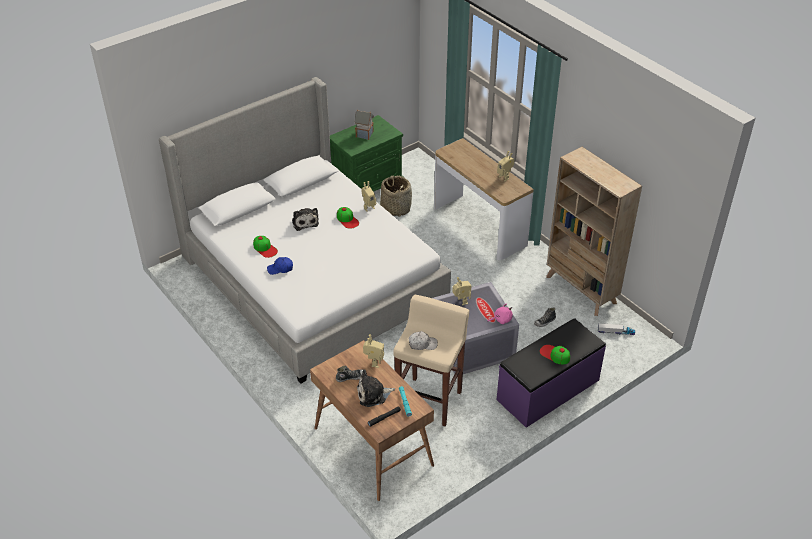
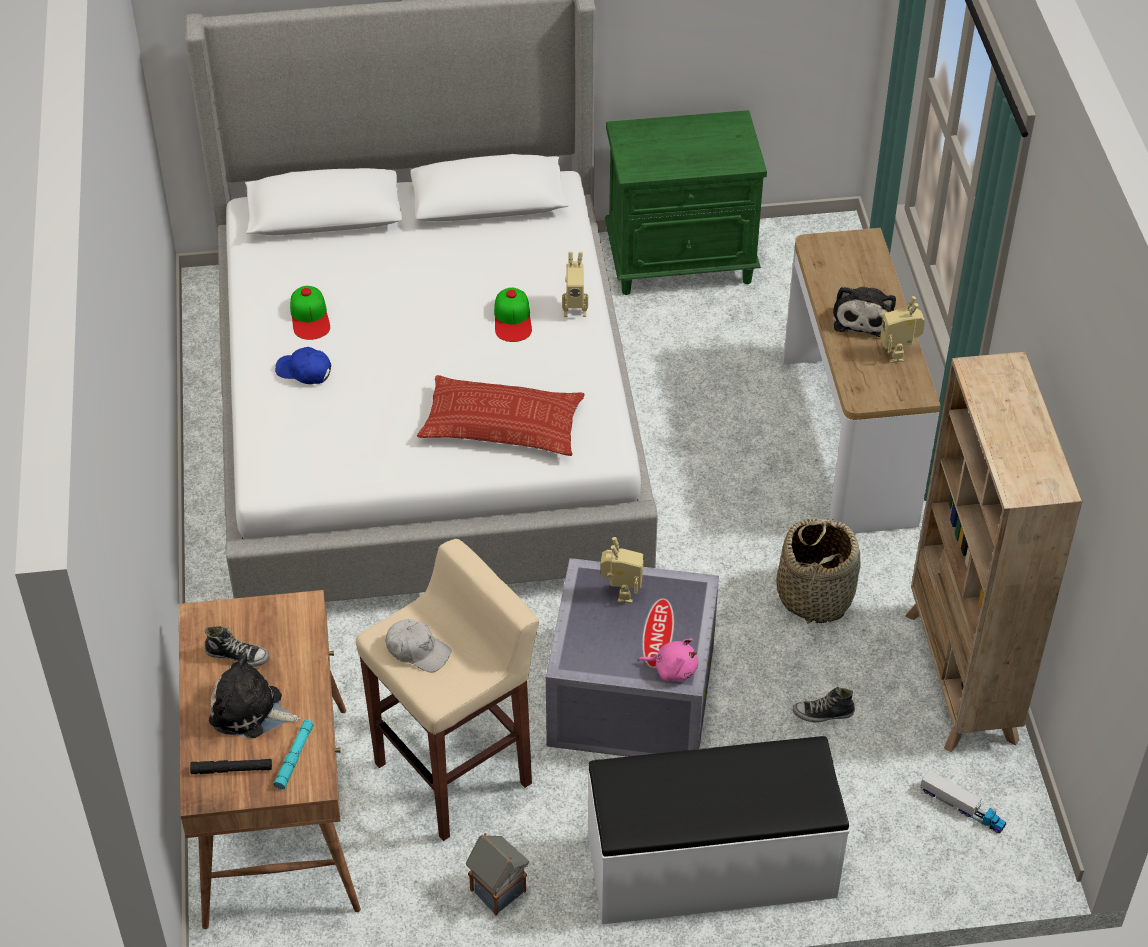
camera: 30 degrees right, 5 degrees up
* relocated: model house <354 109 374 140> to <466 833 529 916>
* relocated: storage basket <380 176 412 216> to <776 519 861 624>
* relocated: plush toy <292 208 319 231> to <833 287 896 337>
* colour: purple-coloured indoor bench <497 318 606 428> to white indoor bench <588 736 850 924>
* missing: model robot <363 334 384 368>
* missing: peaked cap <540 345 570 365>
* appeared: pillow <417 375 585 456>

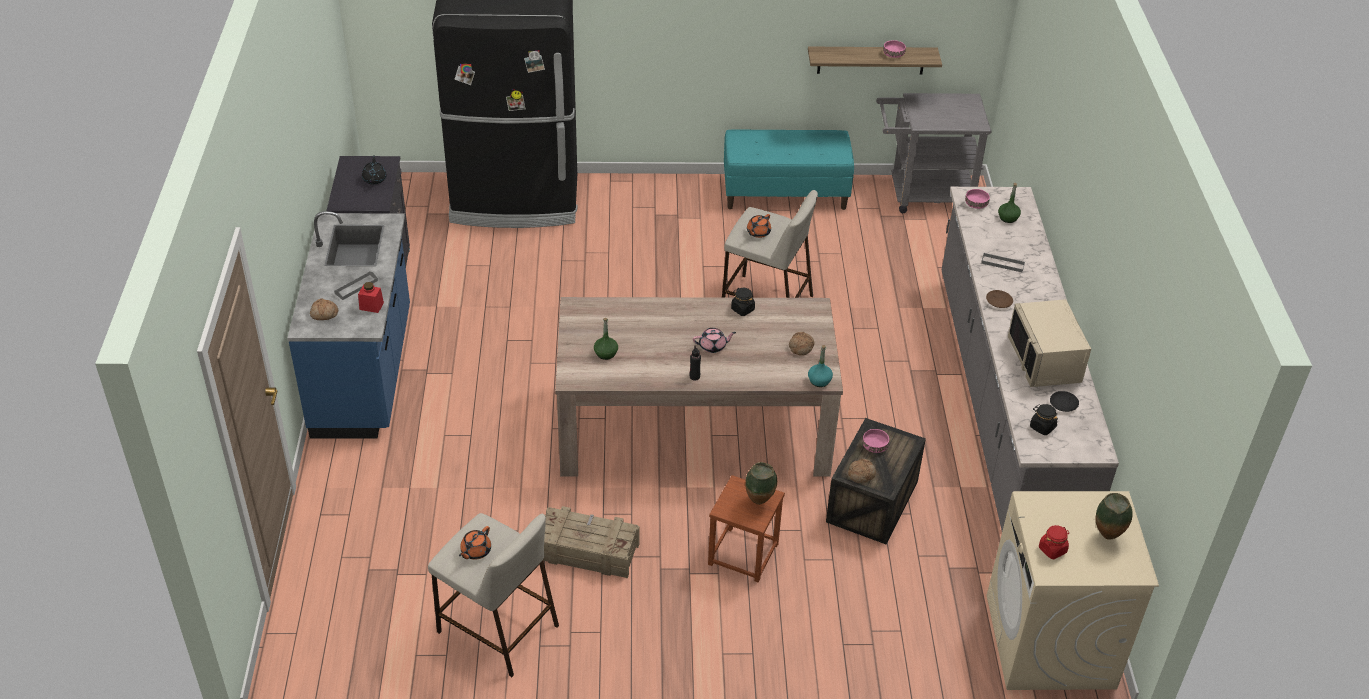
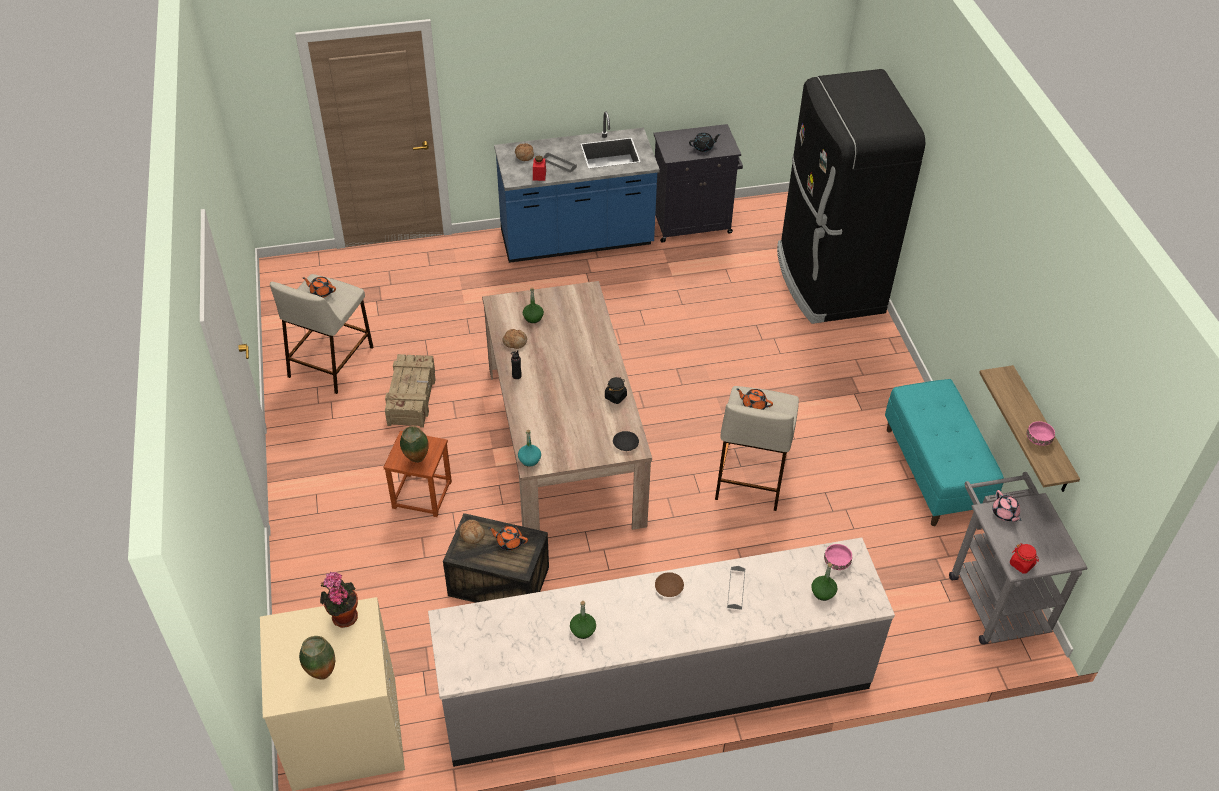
camera: 80 degrees right, 5 degrees up
* exchanged: beige-coloured microwave oven <1008 299 1091 387> to greenish bottle <570 601 596 639>
* relocated: pinkish pot for tea <693 328 736 353> to <992 490 1021 522>
* relocated: bakery bread <789 332 814 356> to <503 329 527 349>
* relocated: blackish dinner plate <1050 391 1079 412> to <613 431 639 451>
* missing: blackish jar <1030 404 1058 435>
* exchanged: pinkish serving bowl <862 429 889 453> to orangey pot for tea <488 525 528 550>
* relocated: reddish jar <1039 525 1069 559> to <1010 543 1039 574>
* appeared: potted plant <320 572 358 628>

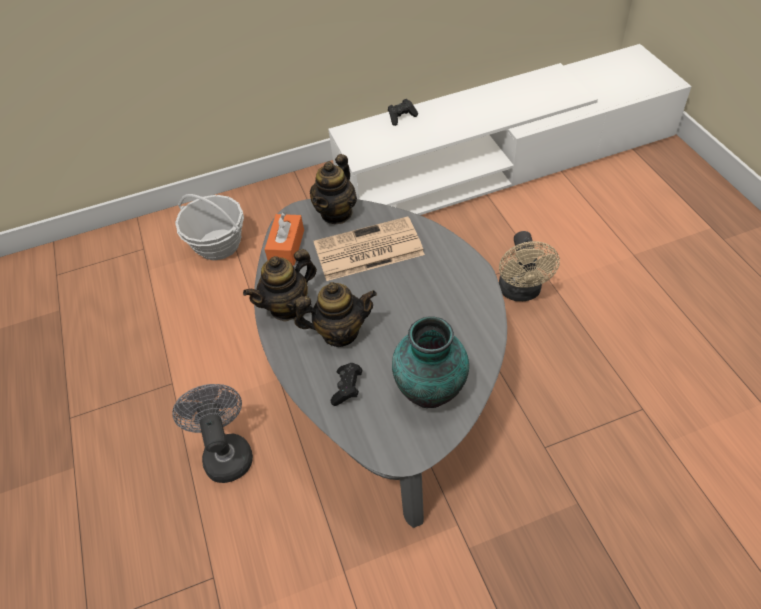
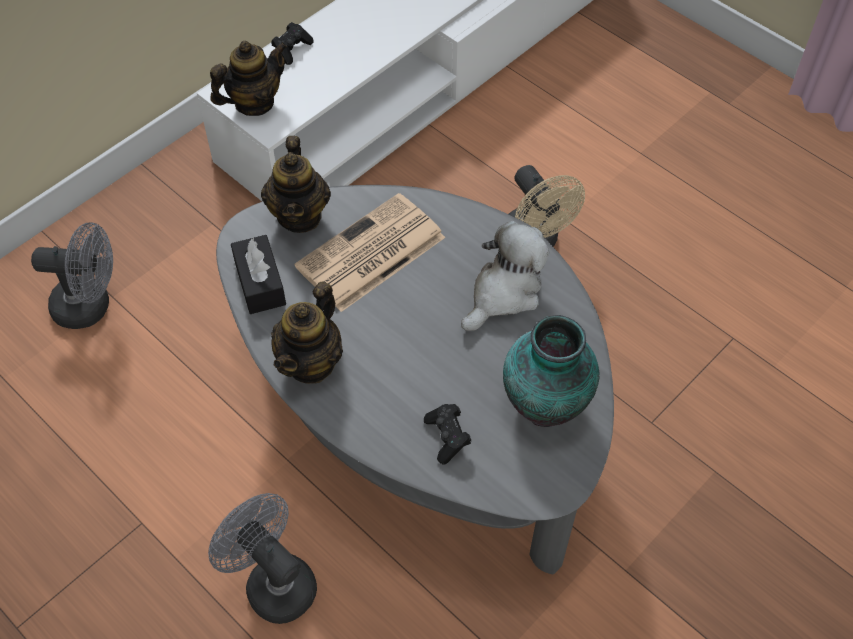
camera: 30 degrees left, 5 degrees up
* exchanged: storage basket <175 194 244 260> to grey cooling fan <31 222 113 329>
* colour: orangey box of tissues <264 212 304 265> to blackish box of tissues <231 235 286 314>
* relocated: pot for tea <294 282 377 347> to <210 41 287 116>
* appeared: plush toy <461 221 549 331>

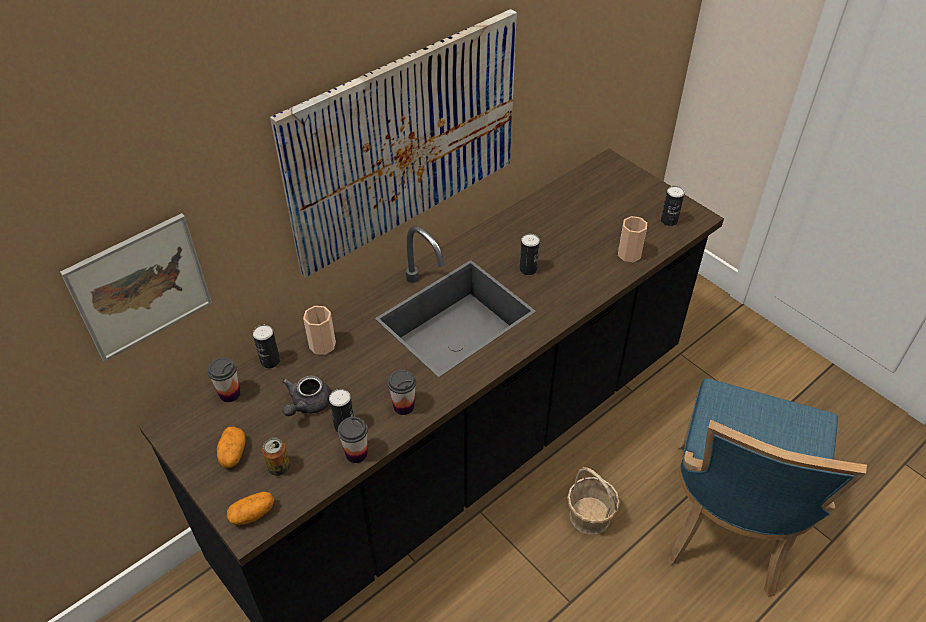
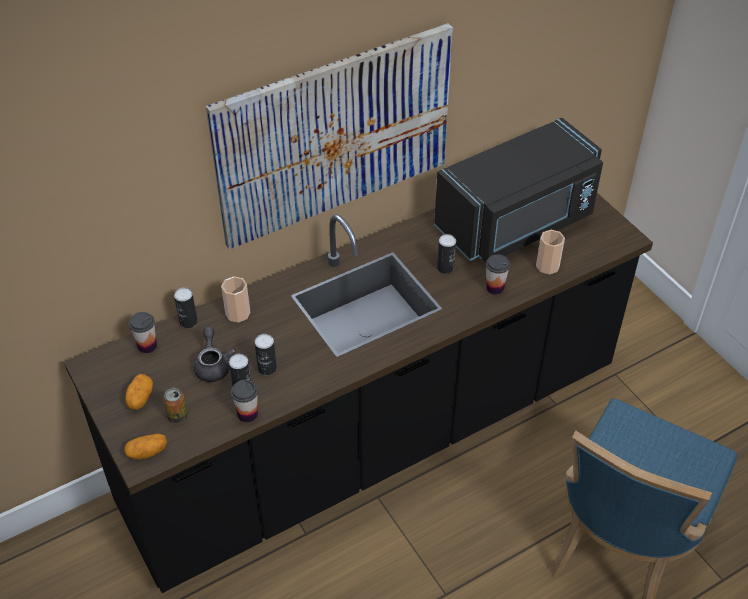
camera: 10 degrees right, 0 degrees up
* relocated: metal can <661 186 685 226> to <255 334 277 375>
* missing: picture <60 213 212 362>
* relocated: cup <387 370 416 415> to <486 254 510 295>
* spun: grey pot for tea <282 376 331 416> = <194 327 236 382> 135 degrees clockwise
* missing: storage basket <567 467 620 535>
* appeared: blackish microwave oven <434 118 603 262>

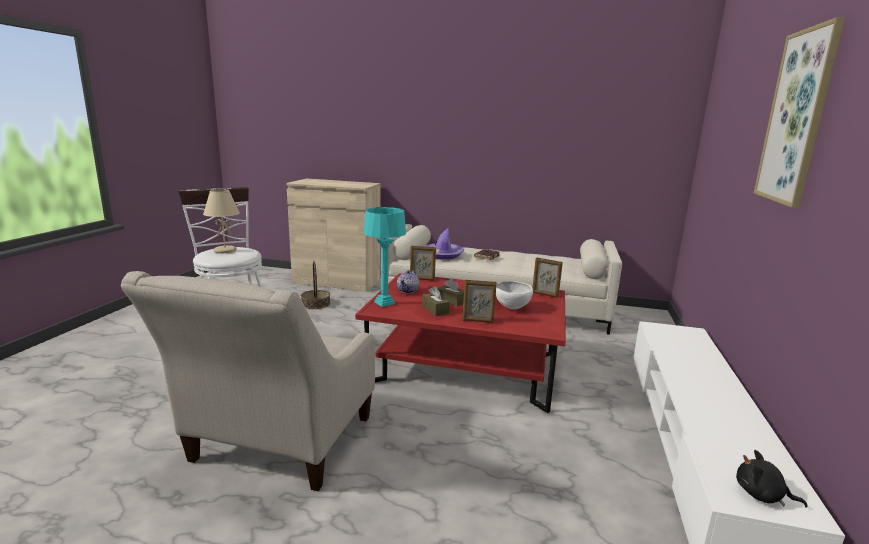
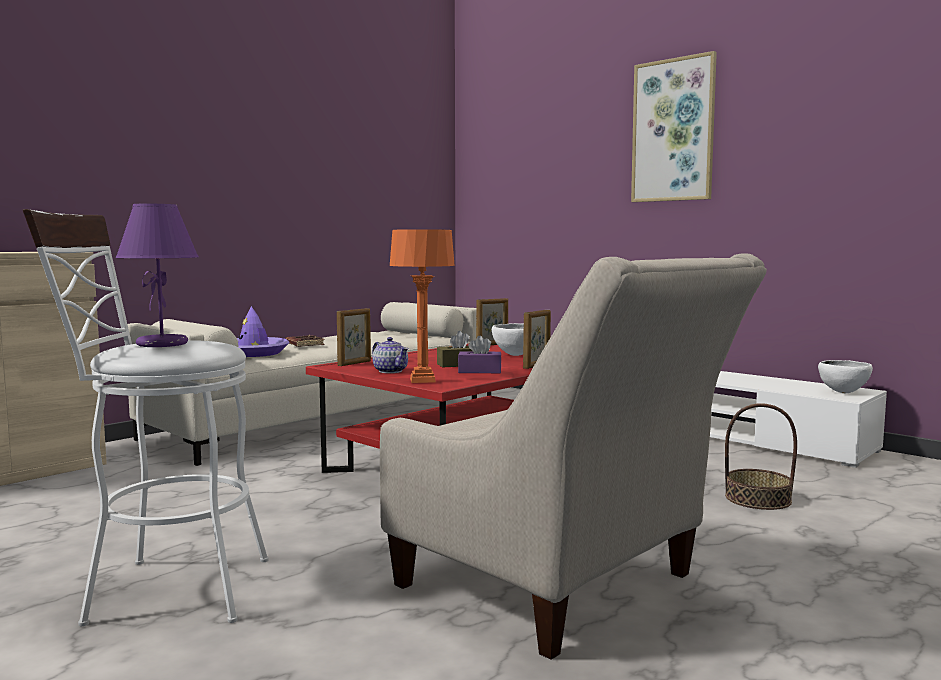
camera: 60 degrees left, 10 degrees down
* colour: beige-coloured lamp for a table <203 189 240 253> to purple-coloured lamp for a table <115 204 199 347>
* colour: turquoise-coloured lamp for a table <364 207 406 307> to orangey lamp for a table <390 229 455 383>
* relocated: storage basket <301 261 330 309> to <725 403 797 510>
* colour: brown box of tissues <422 286 450 316> to purple-coloured box of tissues <458 336 502 373>
* exchanged: blackish plush toy <736 450 808 508> to white serving bowl <818 360 873 393>

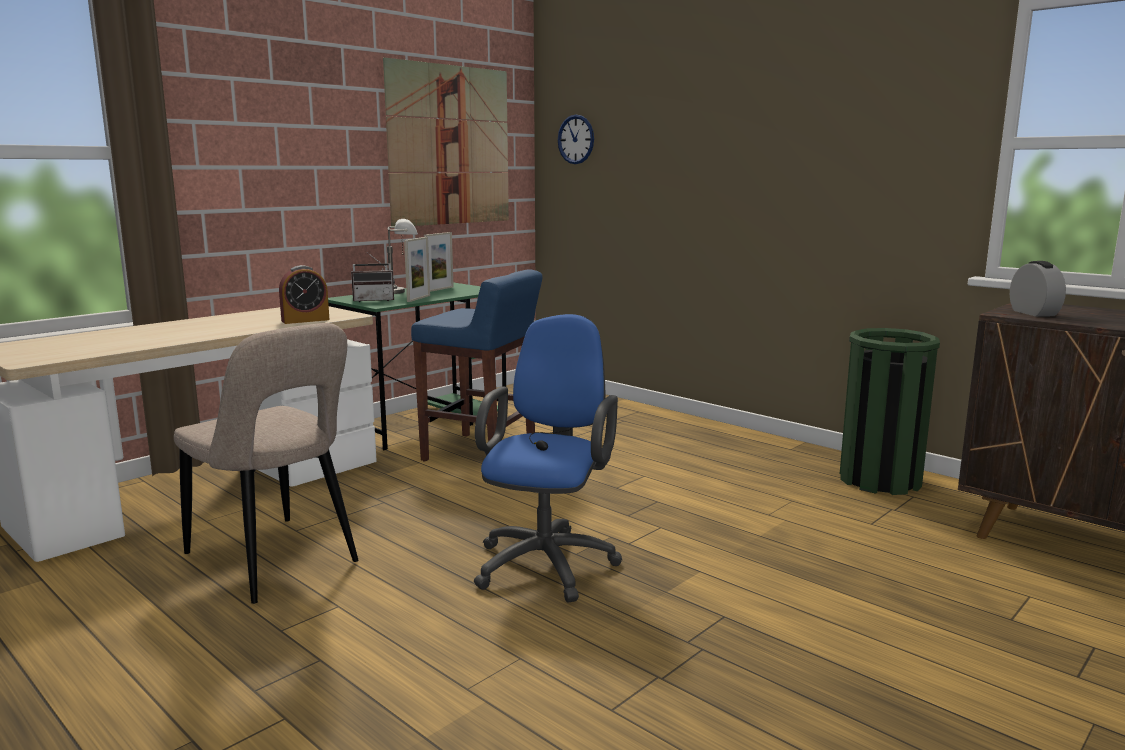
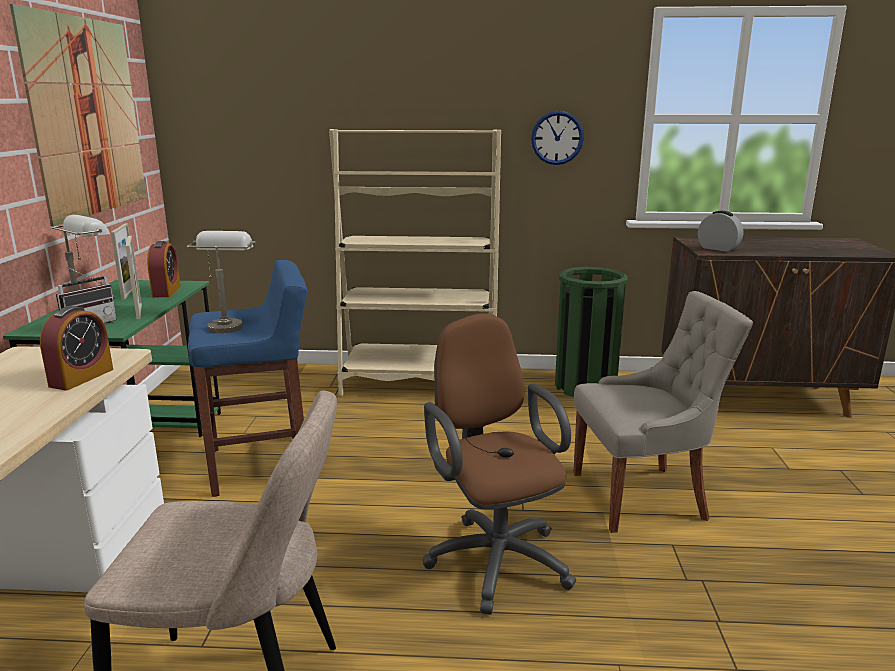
camera: 40 degrees left, 5 degrees up
* relocated: clock on the wall <558 115 594 164> to <531 111 584 165>
* colour: blue desk chair <474 314 622 603> to brown desk chair <423 313 576 615>
* appeared: beige-coloured bookcase <329 129 501 396>
* appeared: grey lamp for a table <187 231 256 333>
* appeared: alarm clock <147 241 181 298>
* appeared: grey plain chair <573 291 753 533>

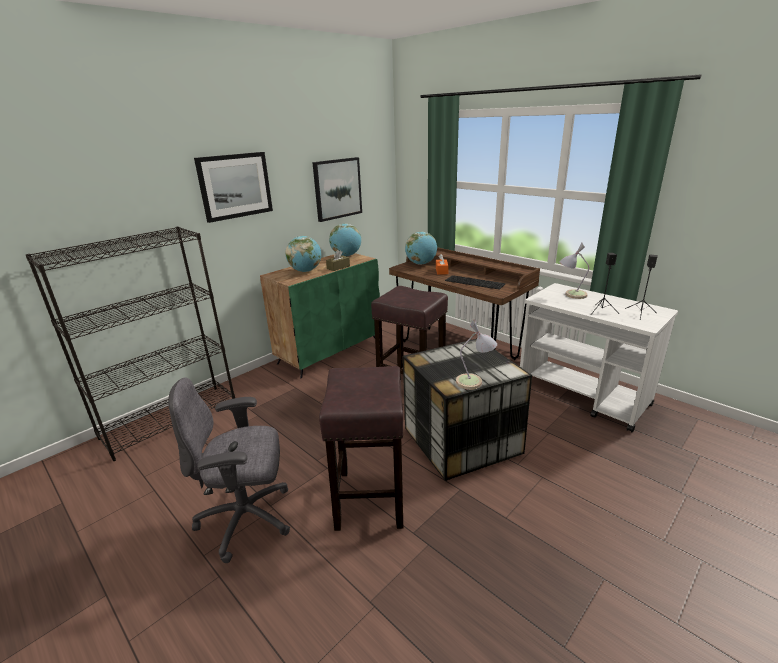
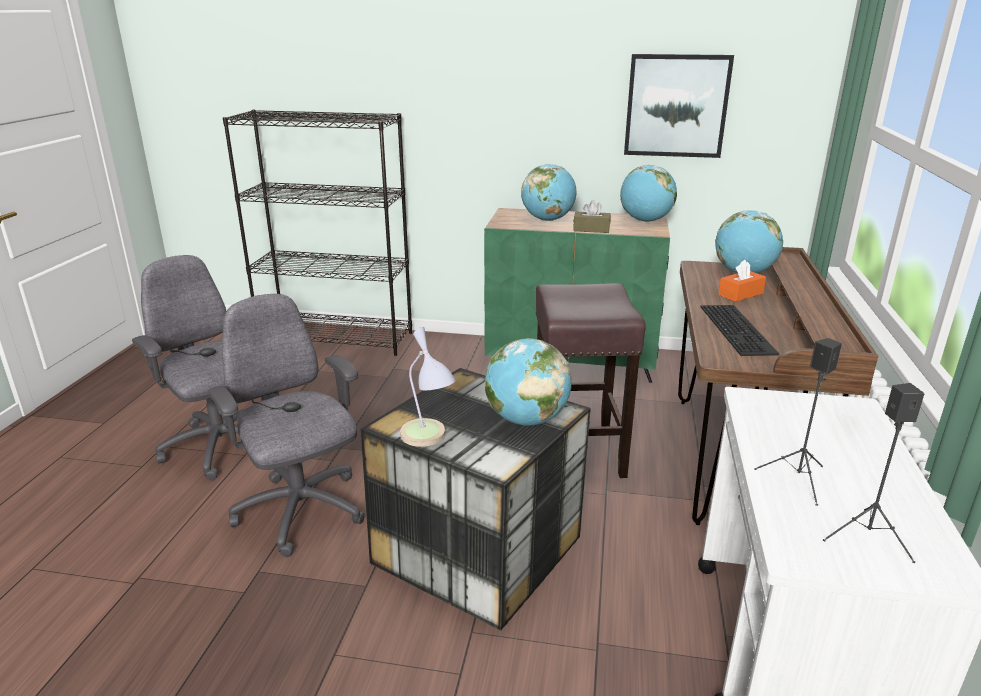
camera: 55 degrees right, 0 degrees up
* missing: picture <194 152 273 223>
* missing: lamp for a table <559 242 589 299>
* exchanged: brown sitting stool <319 366 403 531> to grey desk chair <208 294 365 557>
* appeared: world globe <485 338 572 426>

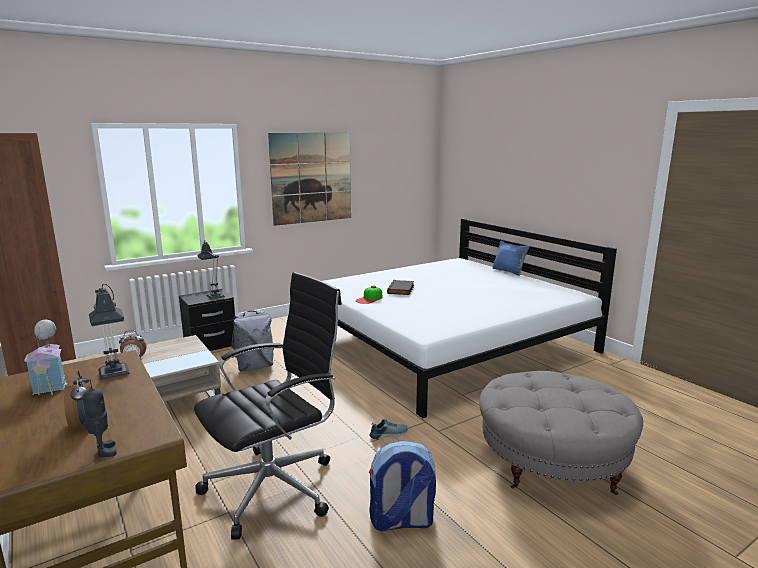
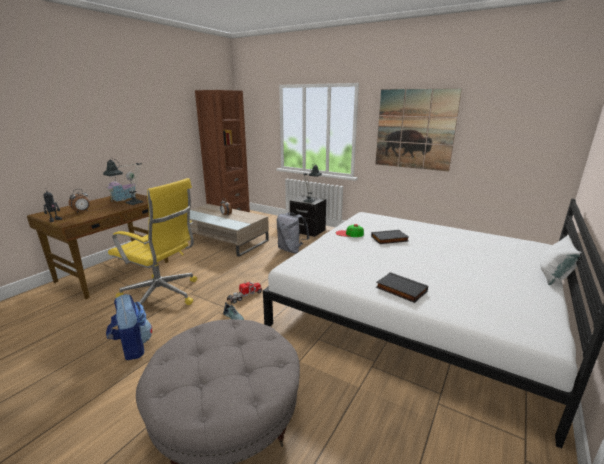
camera: 65 degrees right, 5 degrees up
* colour: blue pillow <492 241 530 276> to white pillow <540 235 582 285>
* colour: blackish desk chair <194 272 342 540> to yellow desk chair <108 178 197 305>
* appeared: blackish bound book <376 272 428 303>
* appeared: toy truck <227 282 263 304>

